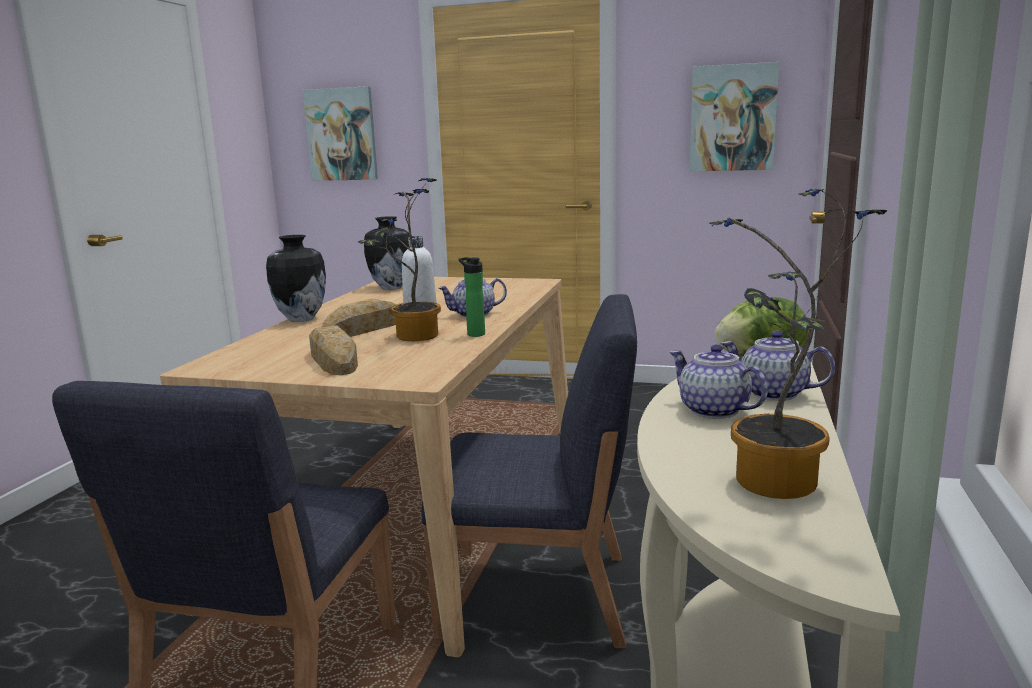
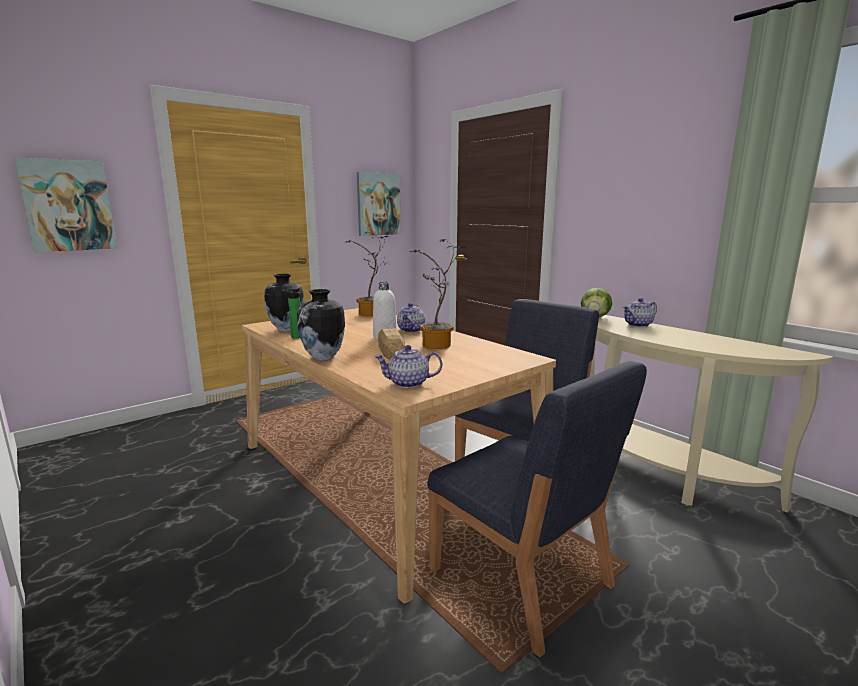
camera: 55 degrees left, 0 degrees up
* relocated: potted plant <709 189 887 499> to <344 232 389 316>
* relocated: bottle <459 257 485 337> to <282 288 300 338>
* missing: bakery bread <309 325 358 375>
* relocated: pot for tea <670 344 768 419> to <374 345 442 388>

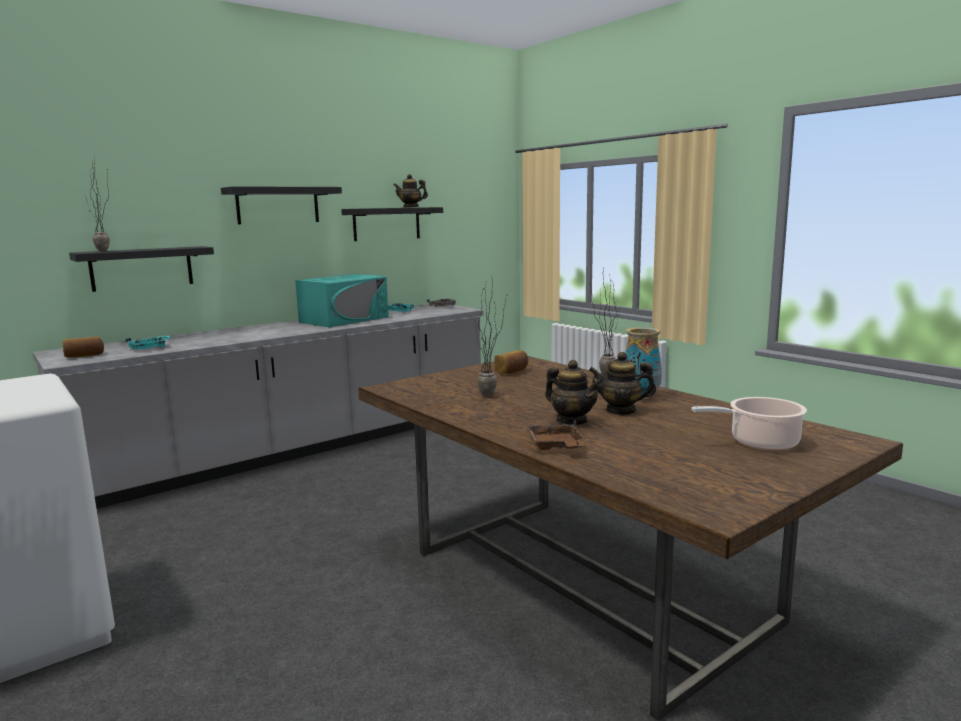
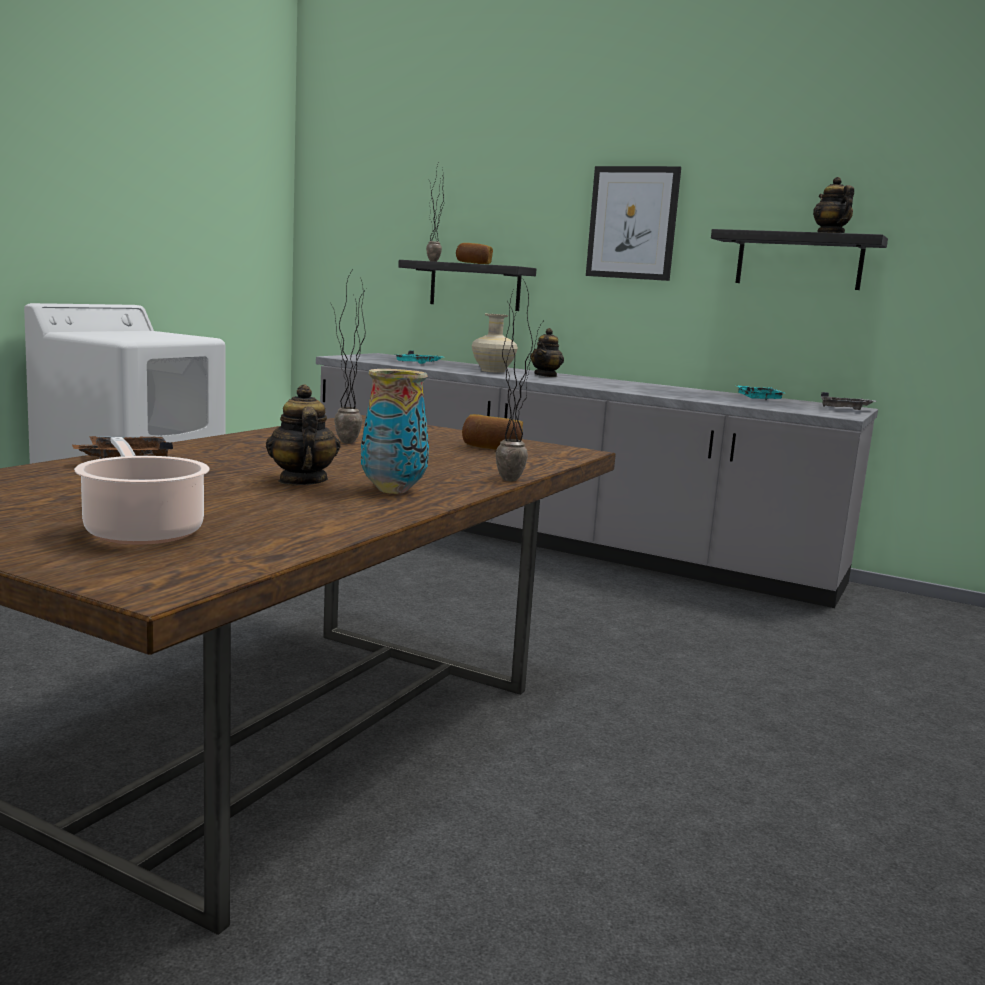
camera: 65 degrees right, 0 degrees up
* exchanged: blackish bracket shelf <221 186 342 224> to picture <586 166 681 281>
* missing: turquoise-coloured microwave oven <295 274 389 327>
* relocated: bakery bread <63 337 104 358> to <456 243 493 264>
* relocated: pot for tea <545 360 601 425> to <530 328 564 377>
* appeared: beige-coloured decorative vase <472 314 518 373>

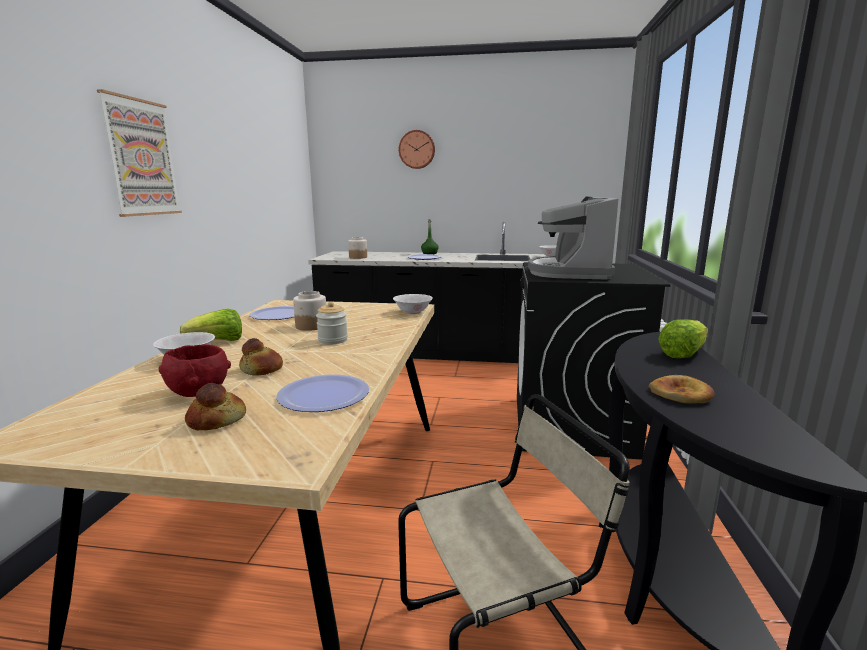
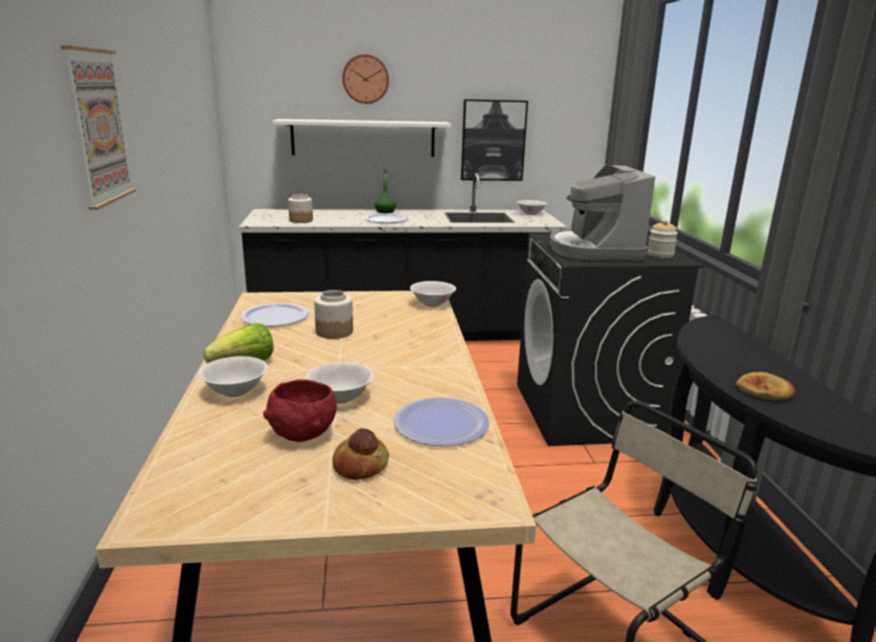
camera: 15 degrees left, 5 degrees up
* relocated: jar <316 301 348 344> to <647 220 678 258>
* missing: lettuce <658 320 708 358>
* exchanged: bakery bread <239 338 283 376> to white serving bowl <306 362 373 404>
* appeared: picture <461 99 528 181>
* appeared: white bracket shelf <273 119 451 157>

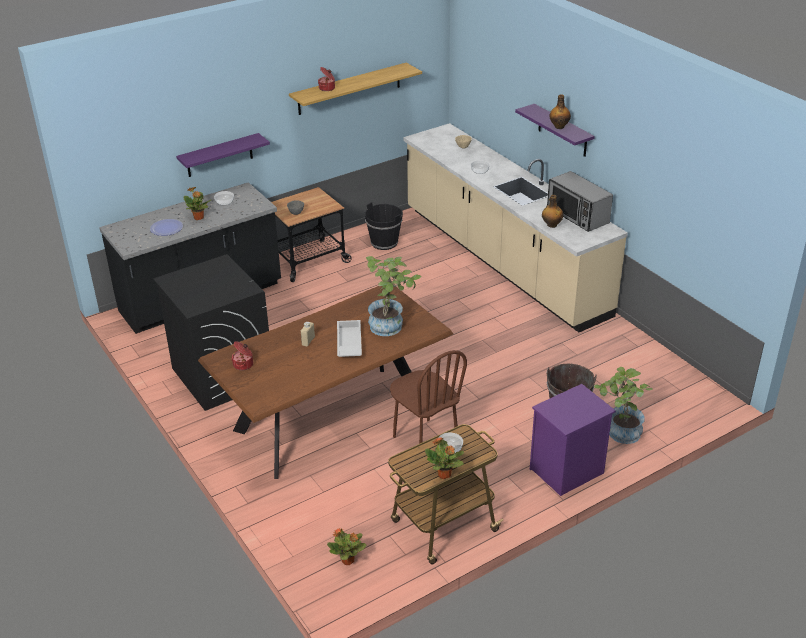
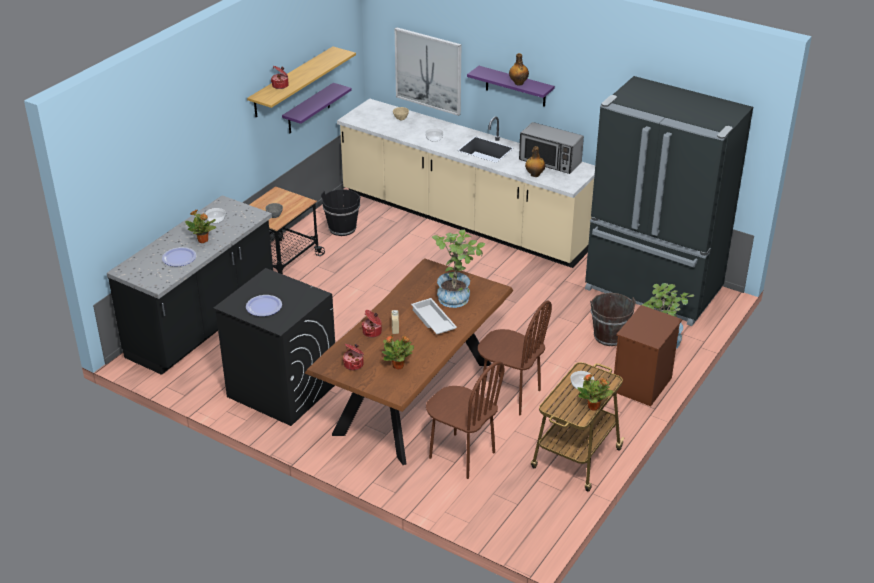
camera: 25 degrees left, 0 degrees up
* relocated: purple-coloured bracket shelf <176 133 270 177> to <282 83 352 134>
* colour: purple-coloured nightstand <530 384 616 496> to brown nightstand <614 305 682 406>
* relocated: potted plant <327 528 367 565> to <382 335 414 369>
* appeared: picture <395 27 461 116>
* appeared: blackish refrigerator <585 76 753 326>
* appeared: dinner plate <246 295 282 316>
* appeared: stockpot <362 310 382 338>
* appeared: brown plain chair <426 361 505 479>

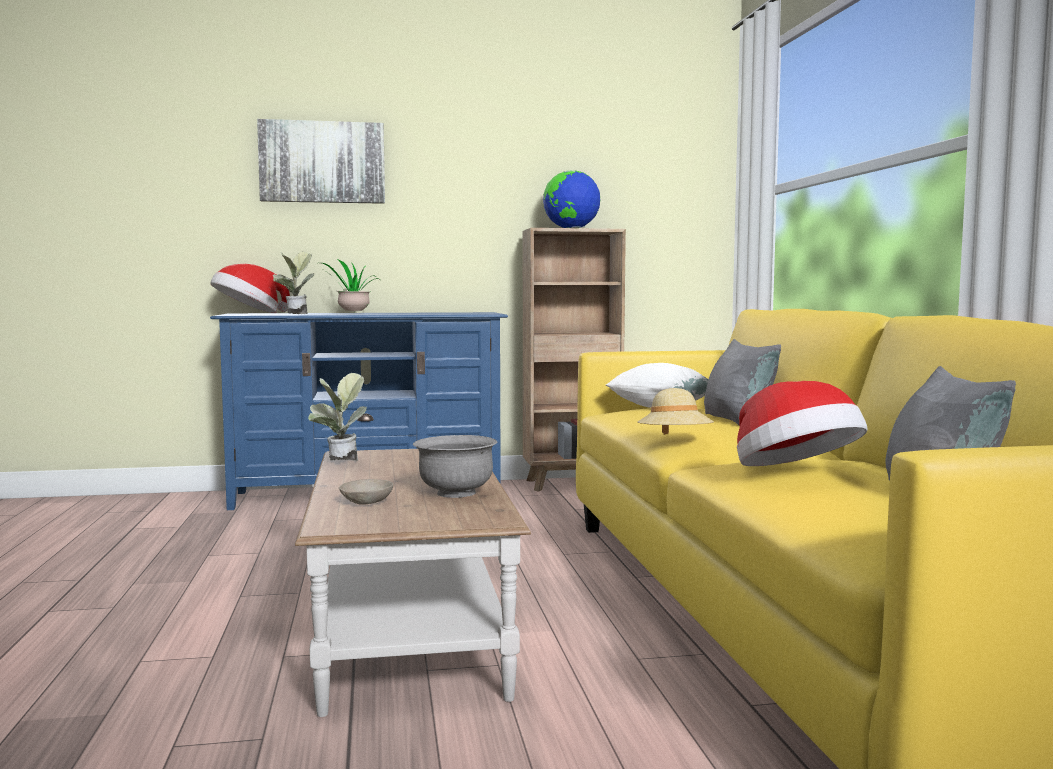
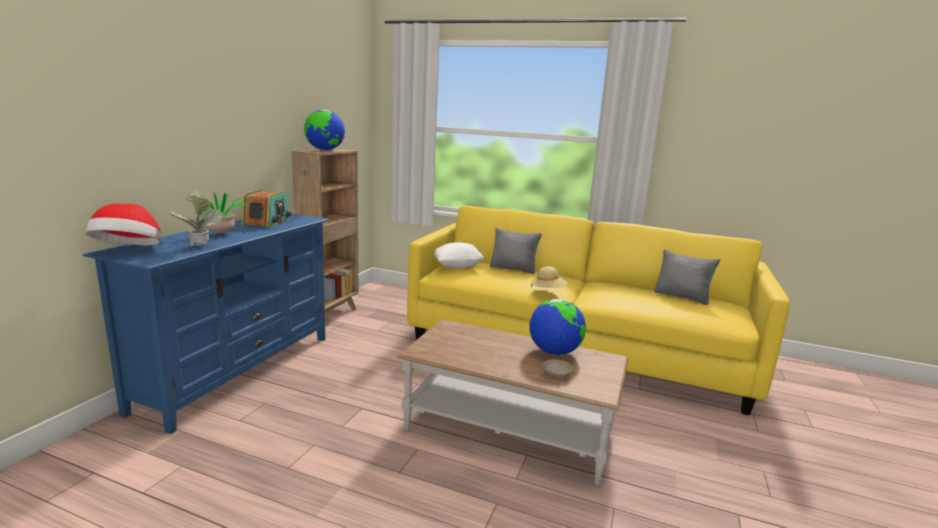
camera: 60 degrees left, 10 degrees up
* missing: picture <257 119 385 204>
* missing: potted plant <308 373 367 461>
* missing: clothing hat <737 381 868 466>
* exchanged: grey serving bowl <413 435 498 498> to world globe <529 299 586 355>
* appeared: radio <242 189 291 228>

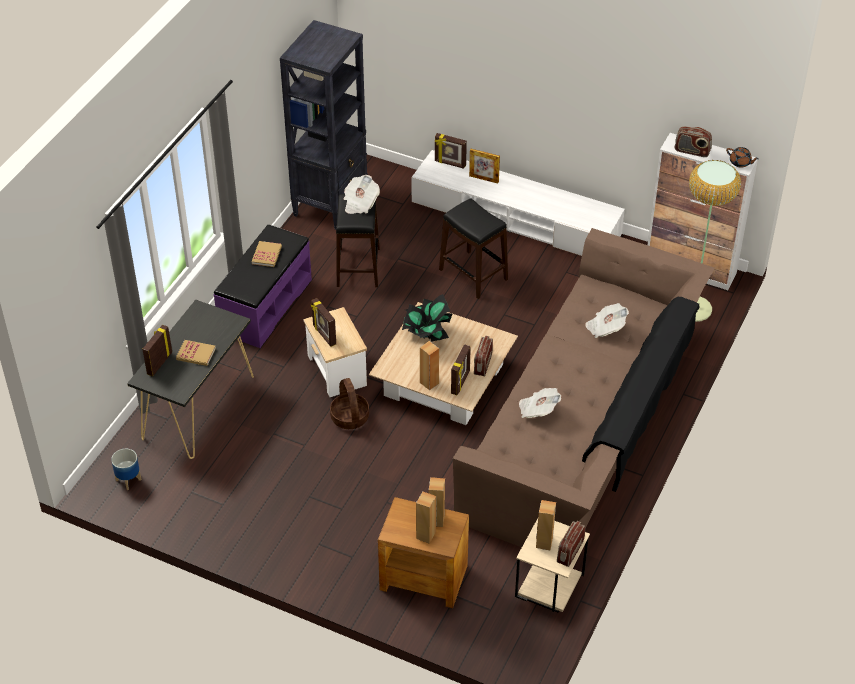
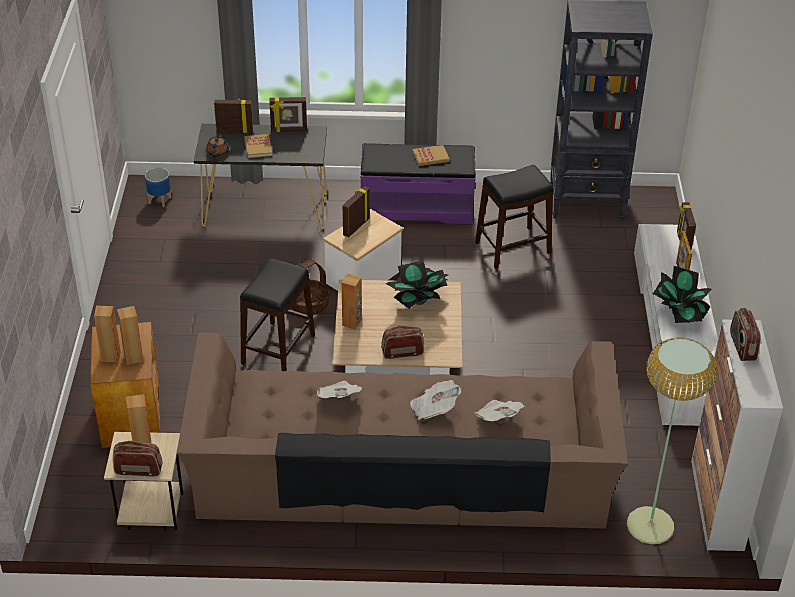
camera: 65 degrees right, 5 degrees down
* relocated: brown pot for tea <726 147 759 167> to <206 134 229 157>
* relocated: newspaper <344 175 380 214> to <410 380 461 420>
* relocated: blackish sitting stool <439 198 508 299> to <240 258 315 371>
* relocated: standing frame <451 344 471 395> to <269 97 307 132>
* appeared: potted plant <653 266 712 323>

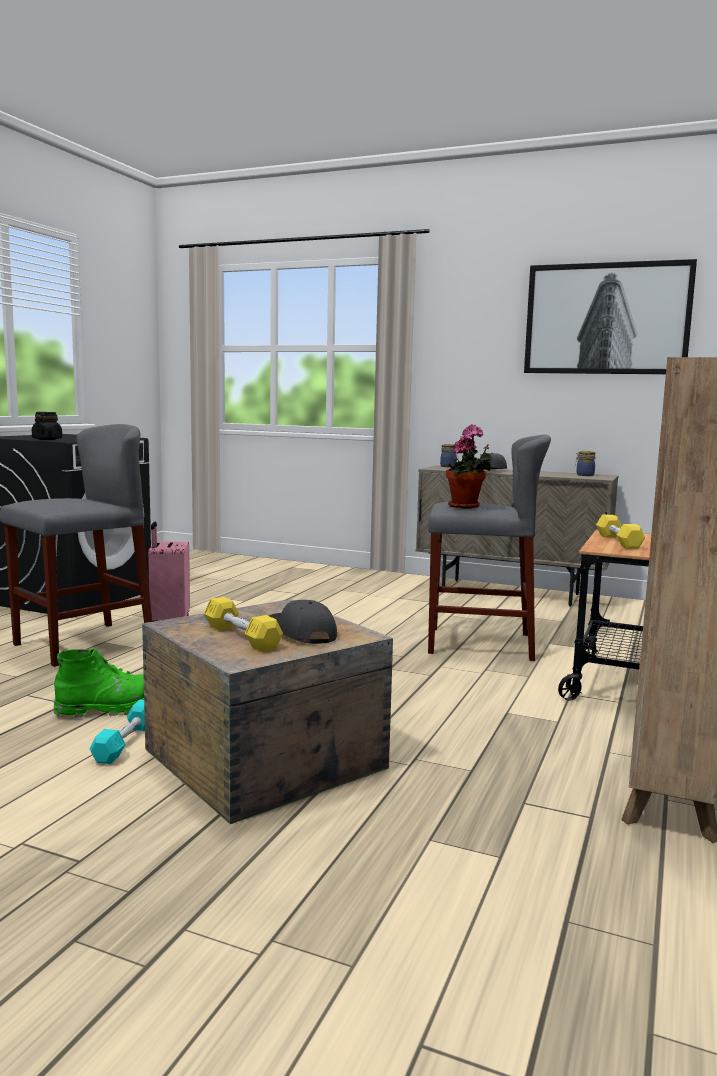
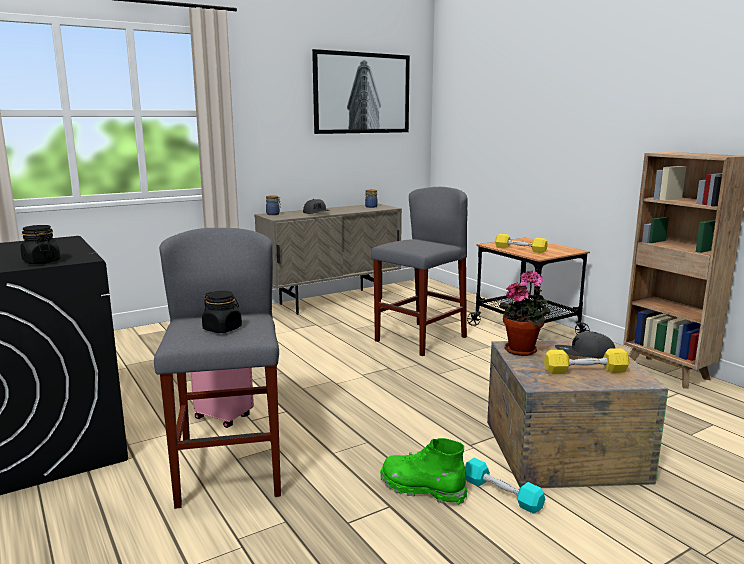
camera: 55 degrees left, 5 degrees up
* relocated: potted plant <446 424 492 508> to <499 270 551 356>
* spun: greenish high-top boot <54 649 144 718> = <380 438 468 505> 75 degrees counterclockwise
* appeared: blackish jar <202 291 242 333>

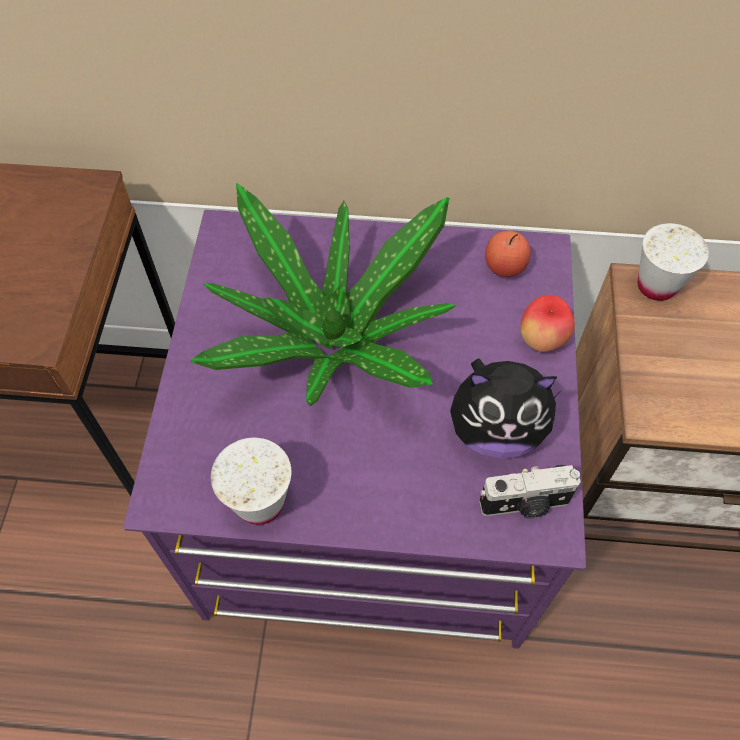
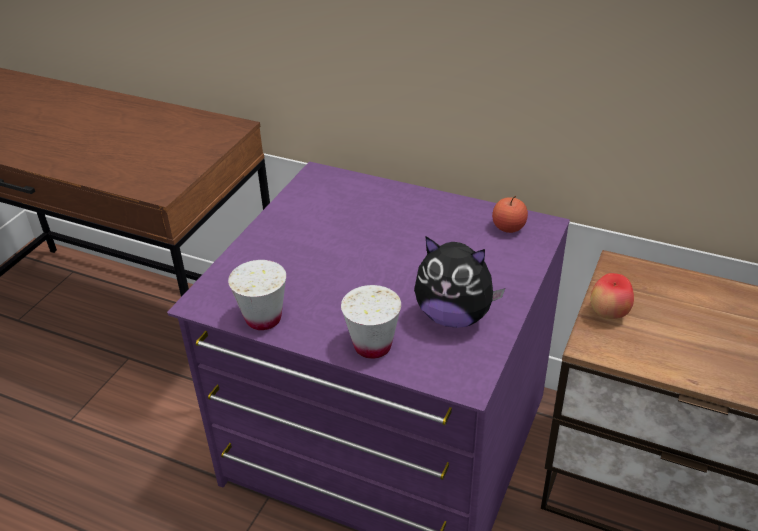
camera: 20 degrees right, 20 degrees down
* missing: potted plant <190 183 456 406>
* relocated: white cup <638 223 709 301> to <341 285 401 359>
* relocated: whole apple <520 295 575 352> to <590 273 634 319>
* missing: photo camera <479 465 581 518>

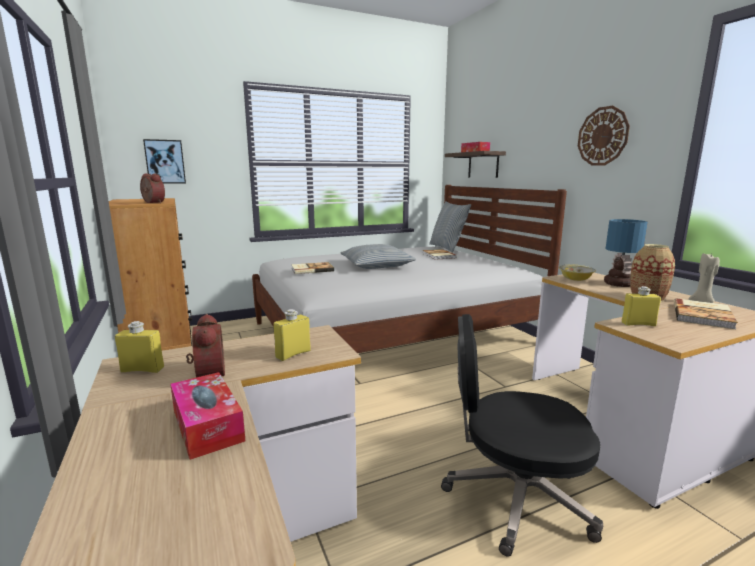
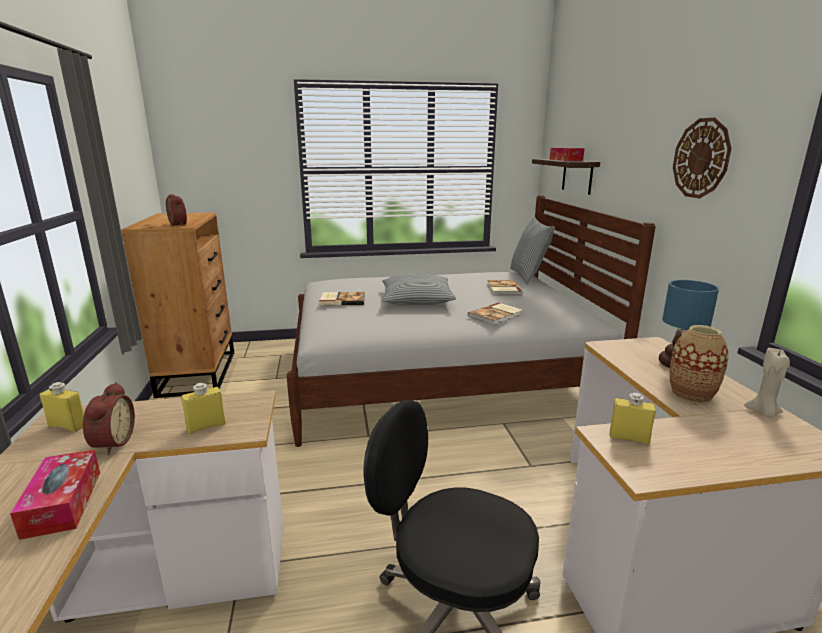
camera: 15 degrees right, 5 degrees up
* missing: picture <143 139 186 184>
* missing: serving bowl <559 265 596 281>
* relocated: bound book <674 298 738 329> to <468 303 523 325>

